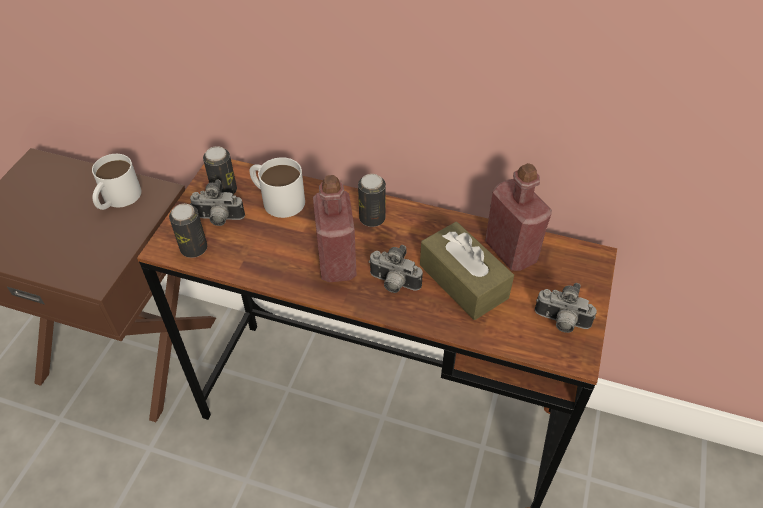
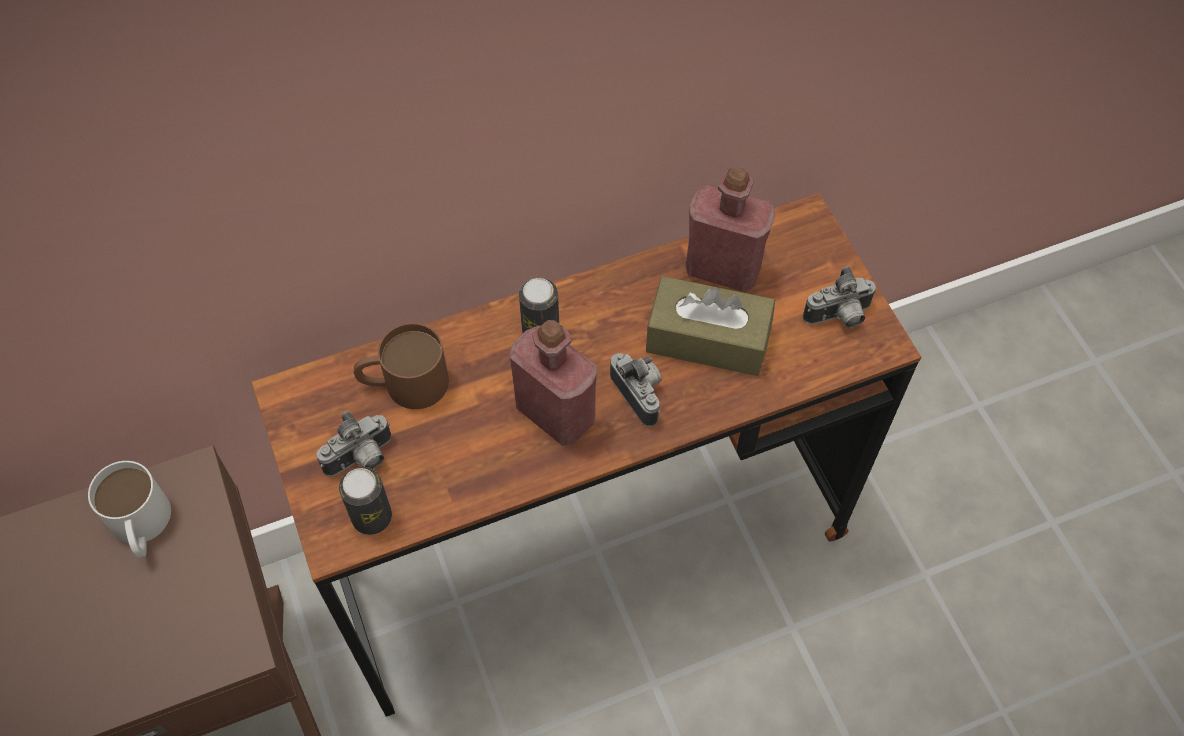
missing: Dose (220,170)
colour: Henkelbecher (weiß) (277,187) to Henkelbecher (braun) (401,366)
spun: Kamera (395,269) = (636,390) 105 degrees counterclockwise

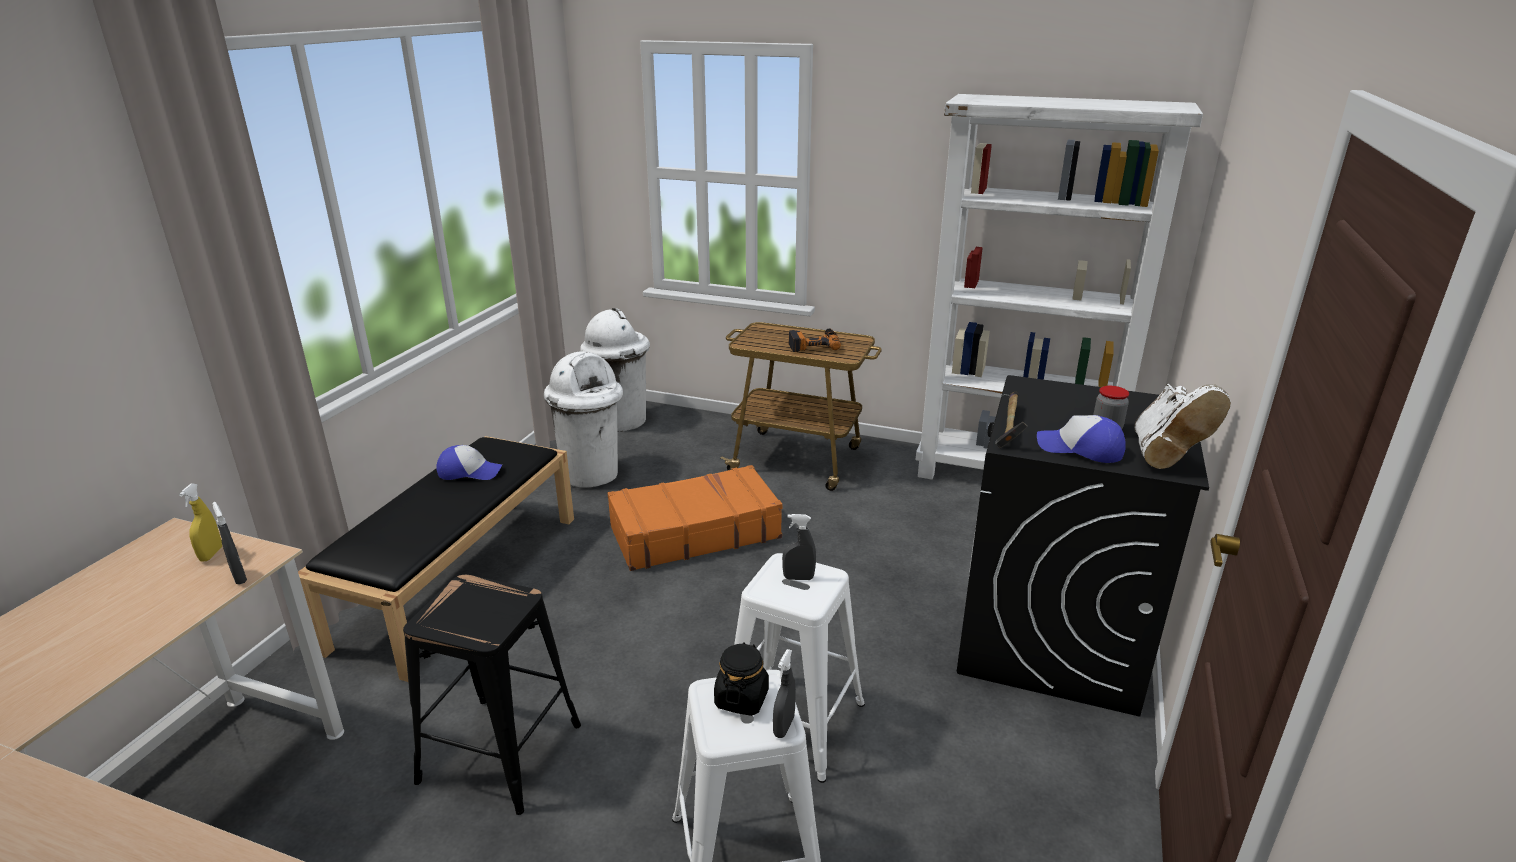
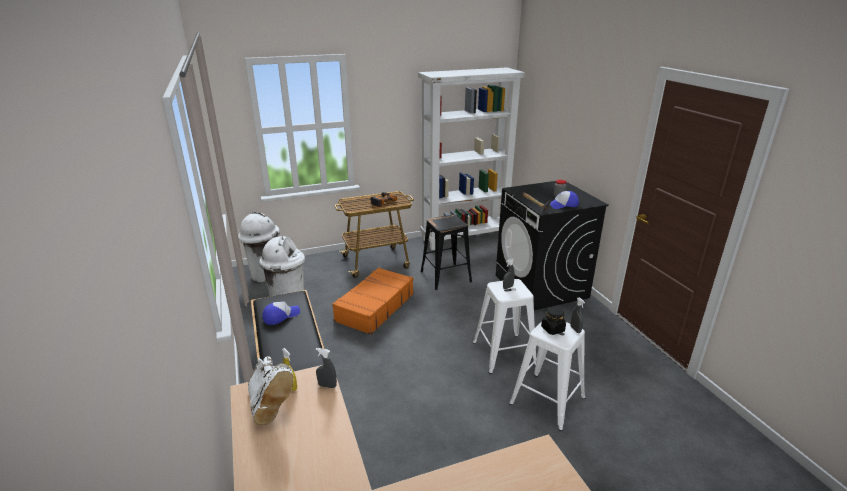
relocated: Hocker (schwarz) (492,695) to (446,252); Stiefel (weiß) (1182,426) to (271,390)

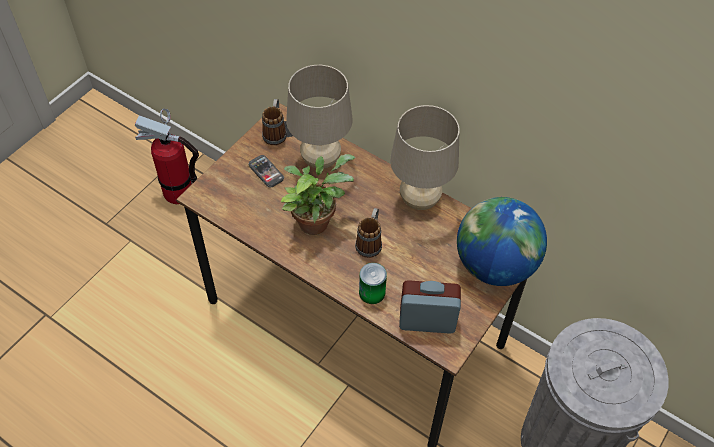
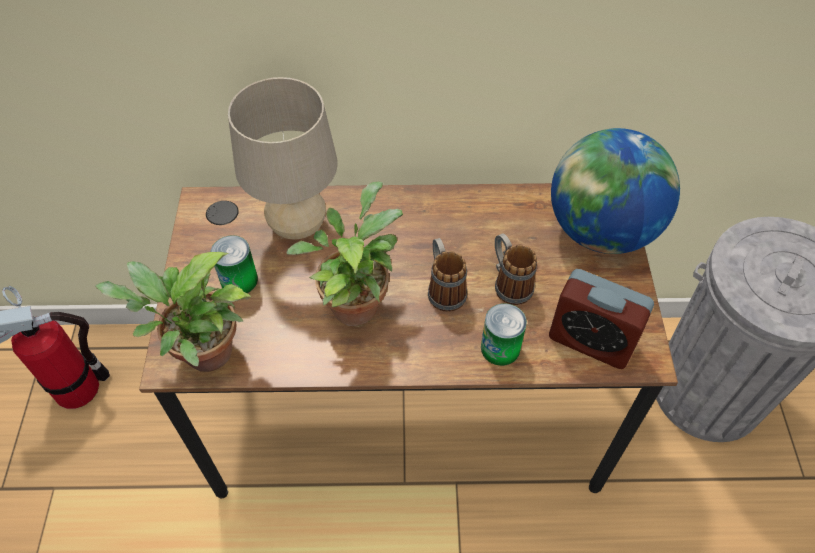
missing: Tischlampe (beige) (425,157)
appeared: Topfpflanze (173,312)
relocated: Henkelbecher (274,122) to (516,269)
exchanged: Handy (266,171) to Dose (234,264)
spun: Wecker (430,307) = (601,319) 120 degrees counterclockwise

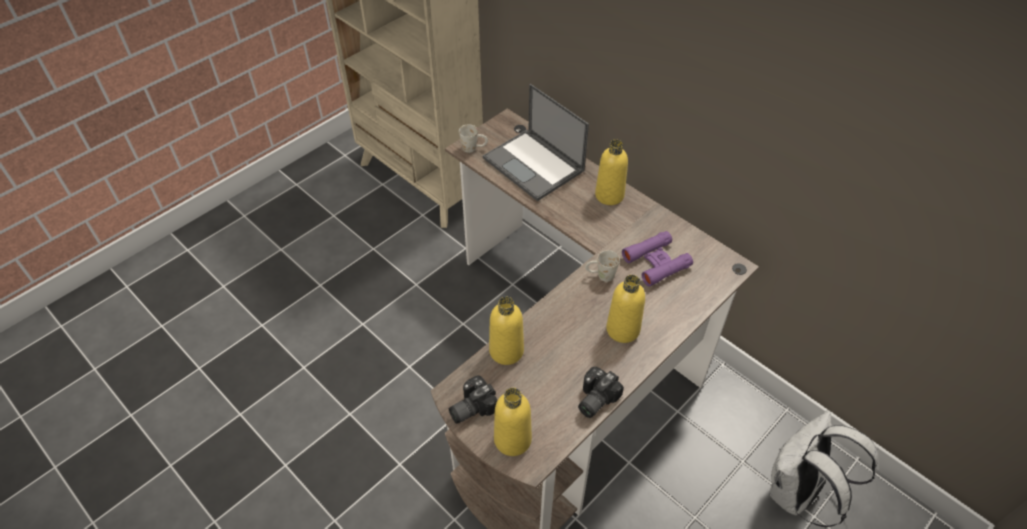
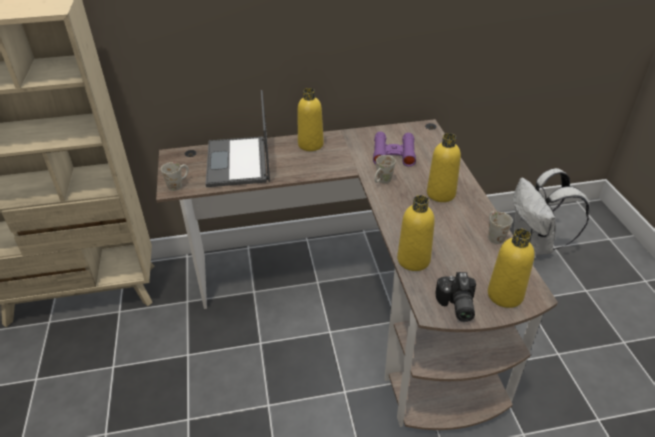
exchanged: Kamera (601,392) to Henkelbecher (weiß) (501,228)
spun: Laptop (536,142) = (238,138) 90 degrees clockwise

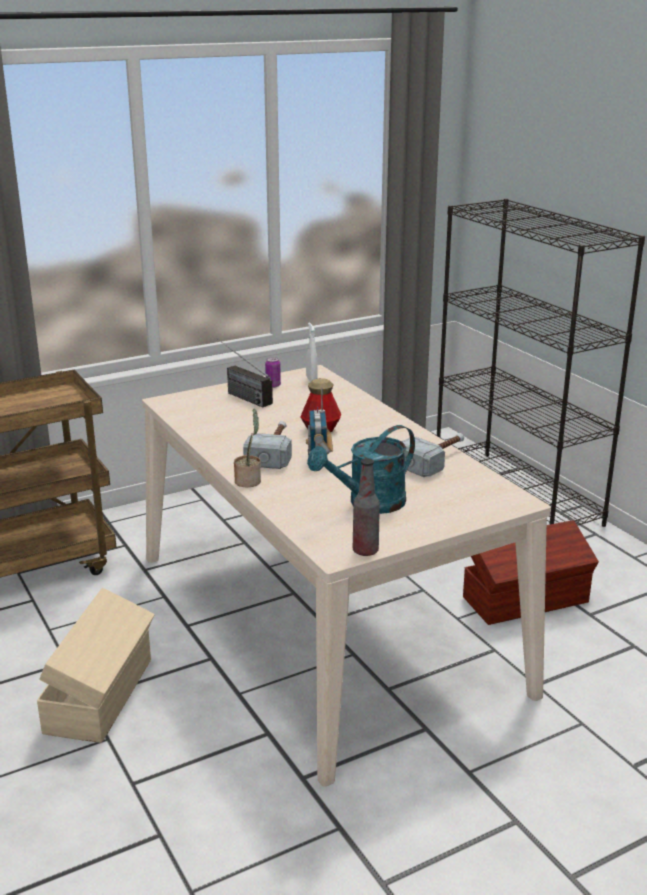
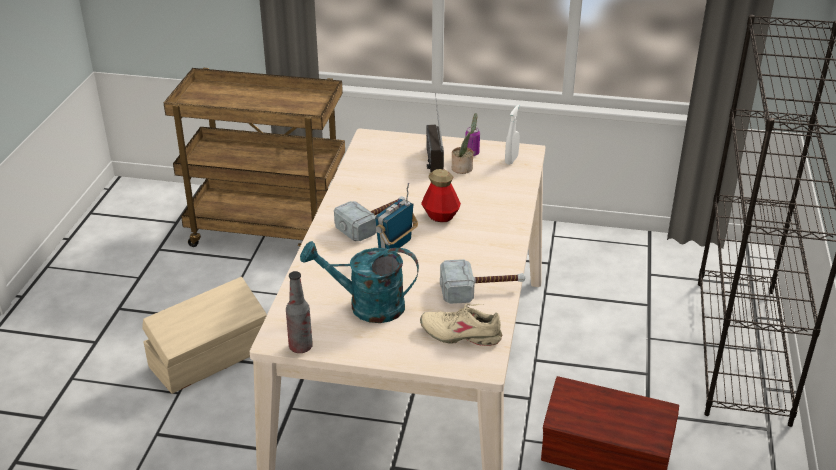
appeared: Schuh (beige) (461,325)
relocated: Topfpflanze (247,447) to (465,143)

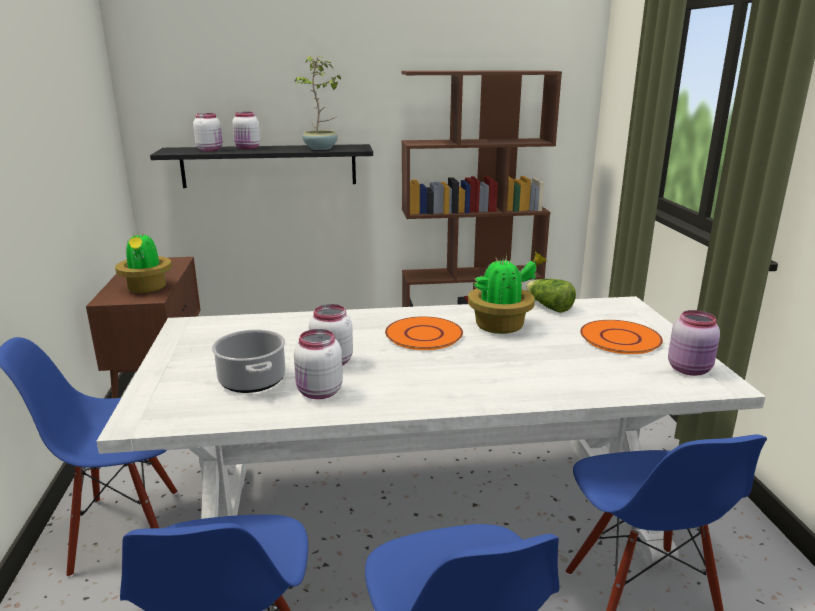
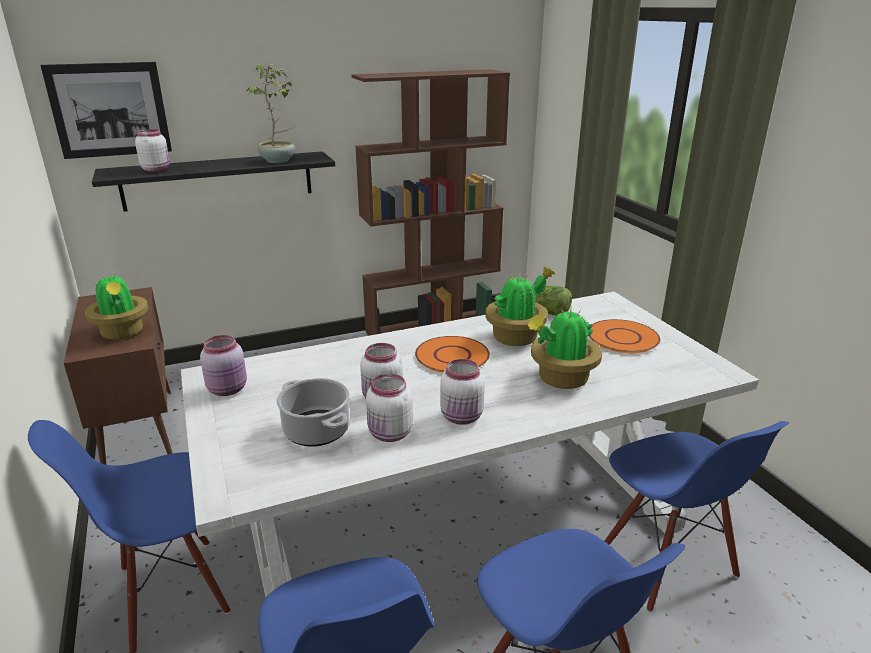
appeared: Bild (106,110); Topfpflanze (565,346)
relocated: Vorratsglas (weiß) (246,130) to (462,392); Vorratsglas (rosa) (694,343) to (223,365)

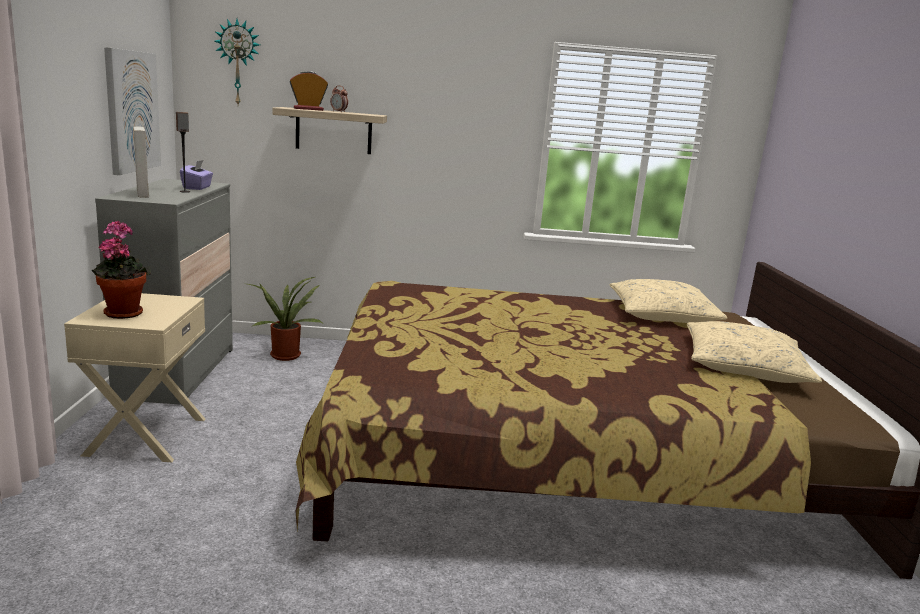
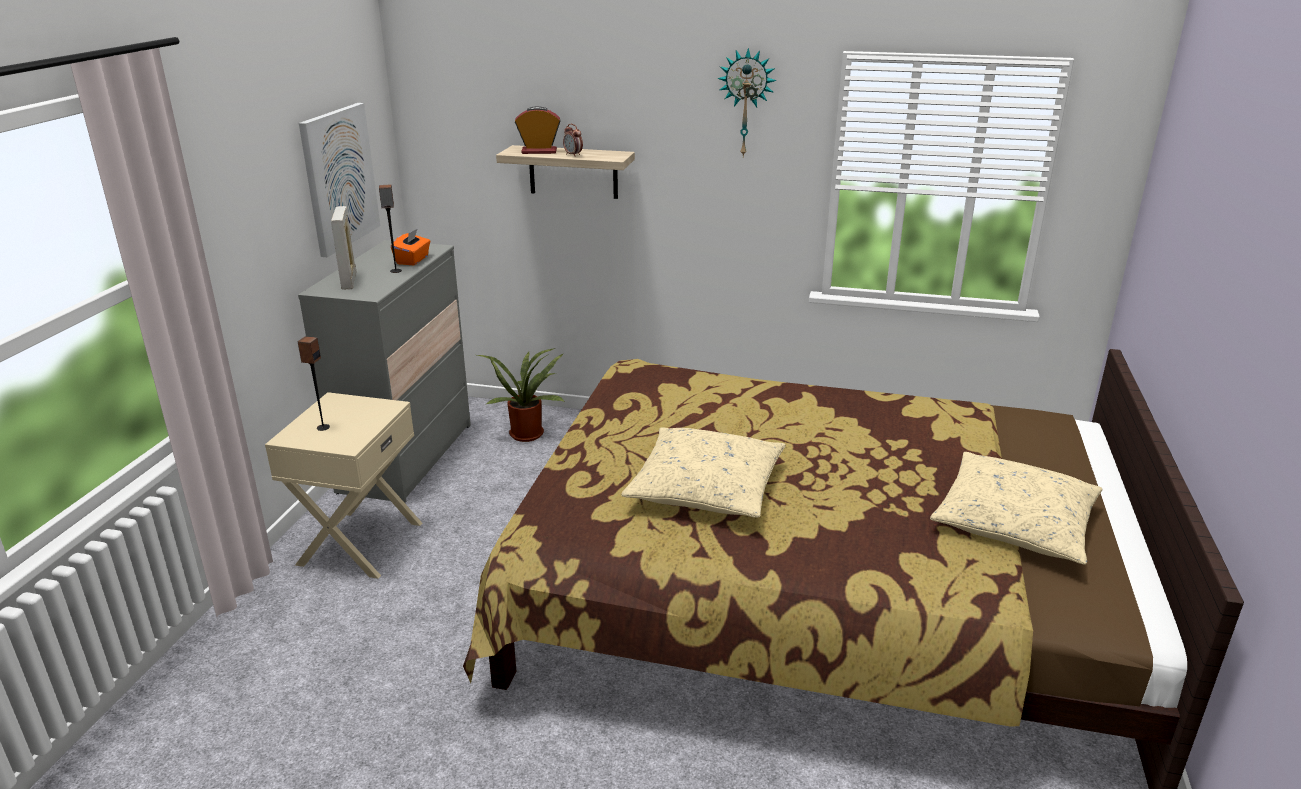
relocated: Wanduhr (237,62) to (747,103); Kissen (beige) (668,301) to (703,472)
exchanged: Topfpflanze (121,270) to Lautsprecher (313,383)
colour: Taschentuchbox (lila) (196,175) to Taschentuchbox (orange) (410,246)

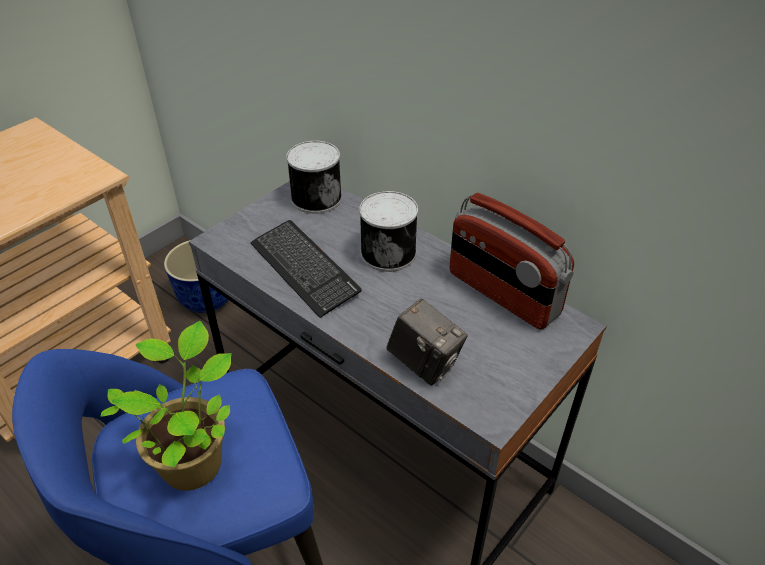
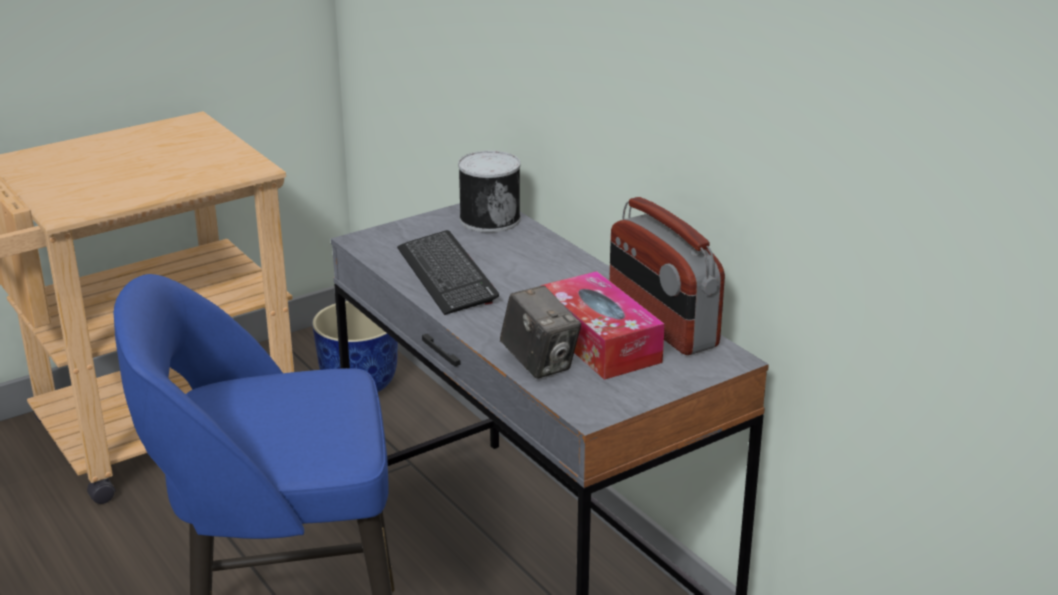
missing: Topfpflanze (166,406); Dose (388,231)
appeared: Taschentuchbox (603,325)

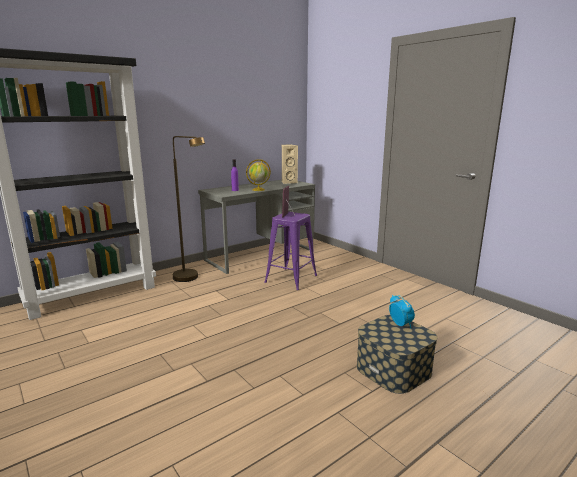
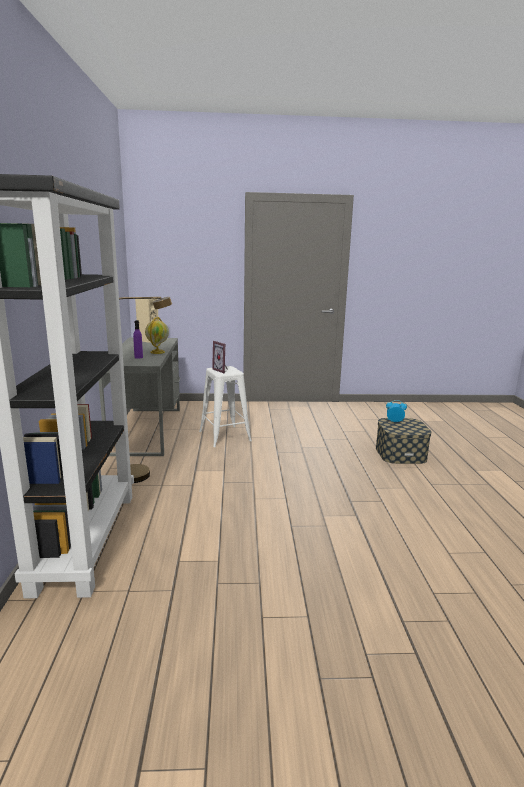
colour: Hocker (lila) (290,251) to Hocker (weiß) (225,406)

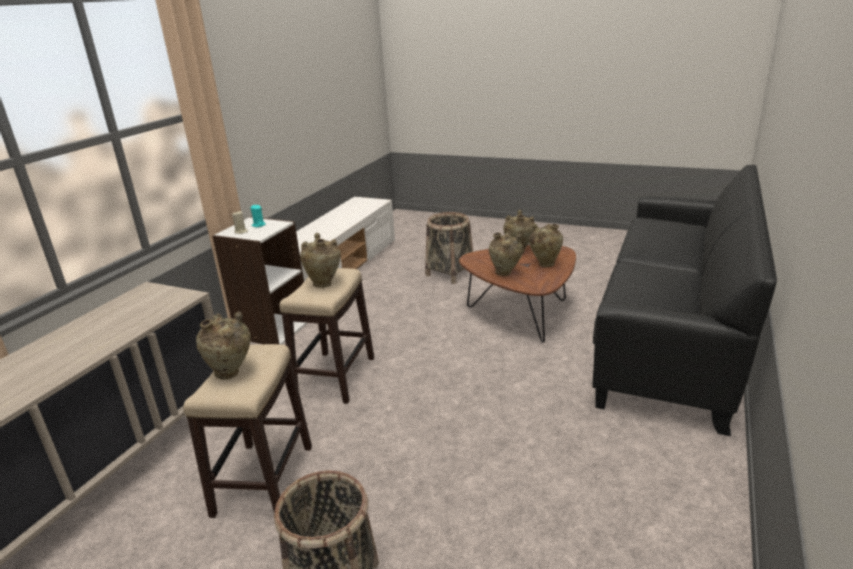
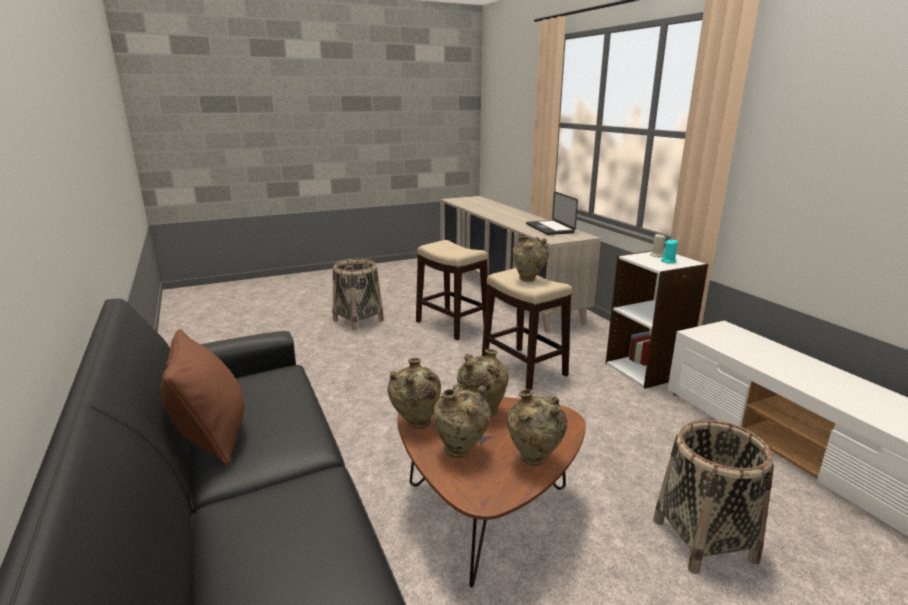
appeared: Kissen (braun) (202,397); Laptop (552,213)
relocated: Vase (beige) (223,345) to (414,393)

